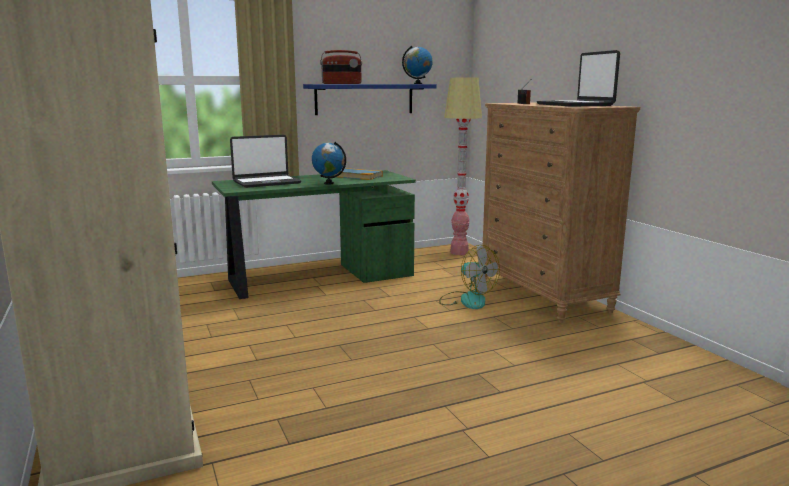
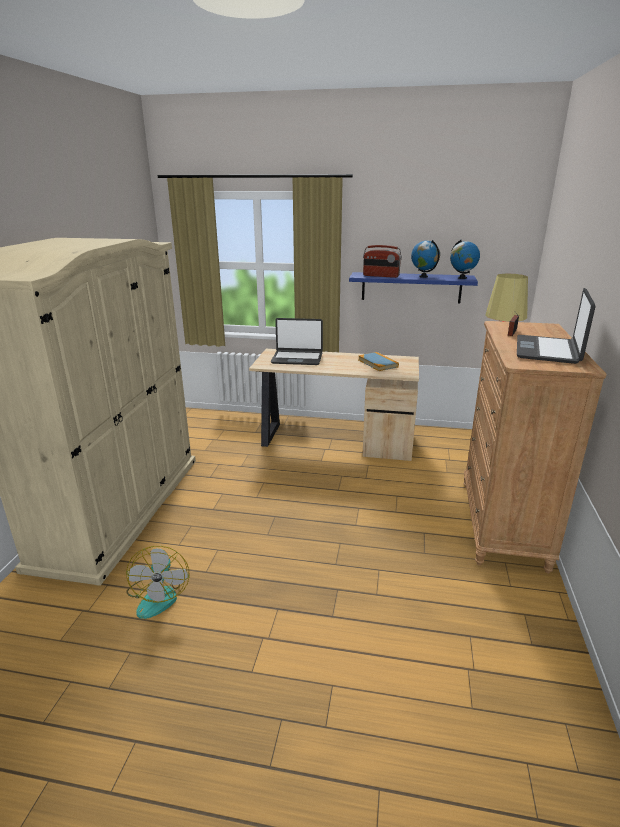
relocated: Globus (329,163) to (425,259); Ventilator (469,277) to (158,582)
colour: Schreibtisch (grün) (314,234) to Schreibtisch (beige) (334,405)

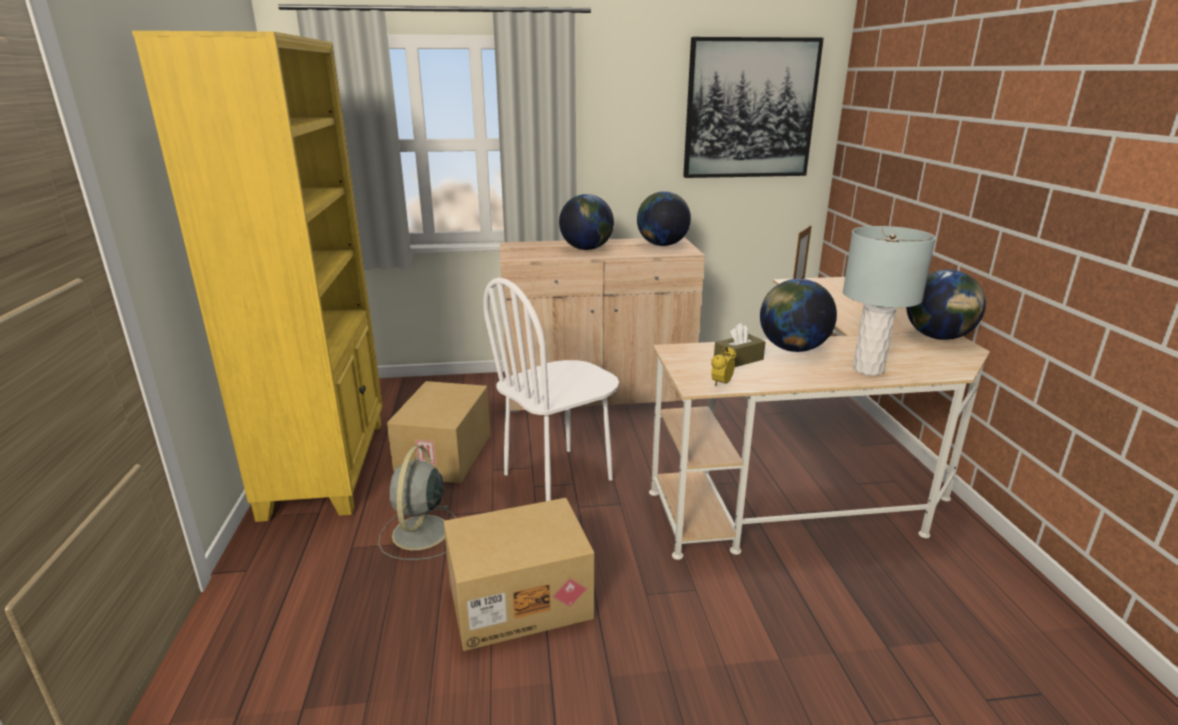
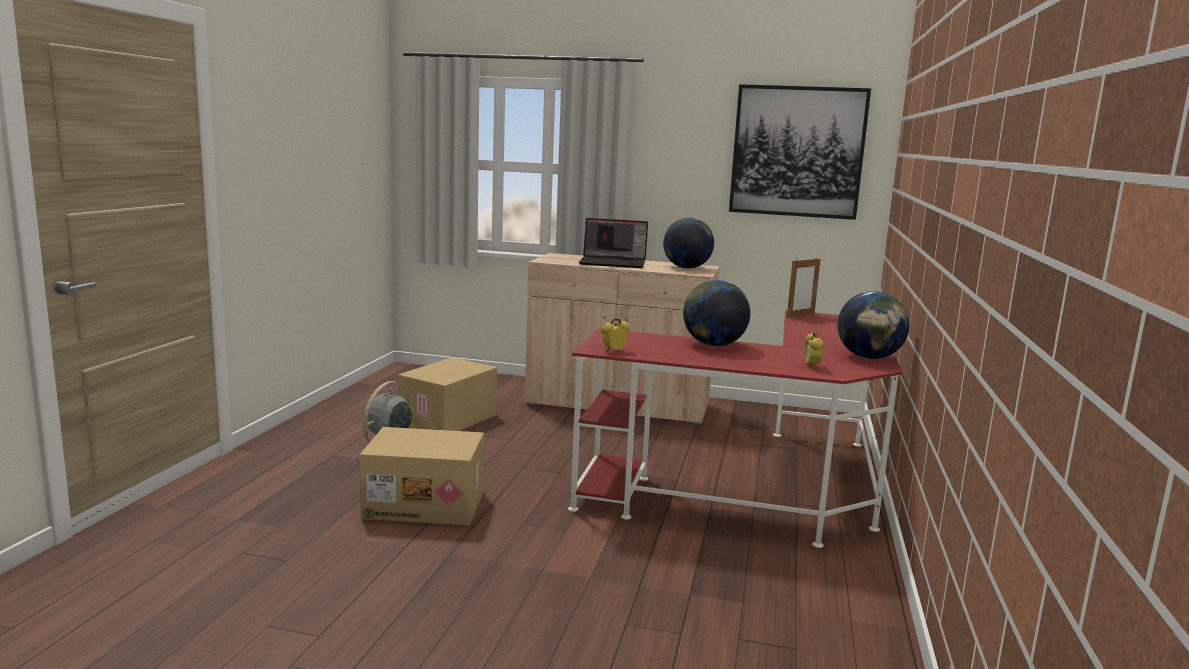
missing: Bücherregal (gelb) (257,276); Stuhl (weiß) (551,389); Taschentuchbox (braun) (740,345); Tischlampe (grau) (889,301)
appeared: Wecker (814,350)
exchanged: Globus (586,222) to Laptop (613,243)
colour: Schreibtisch (beige) (819,418) to Schreibtisch (rot) (735,429)

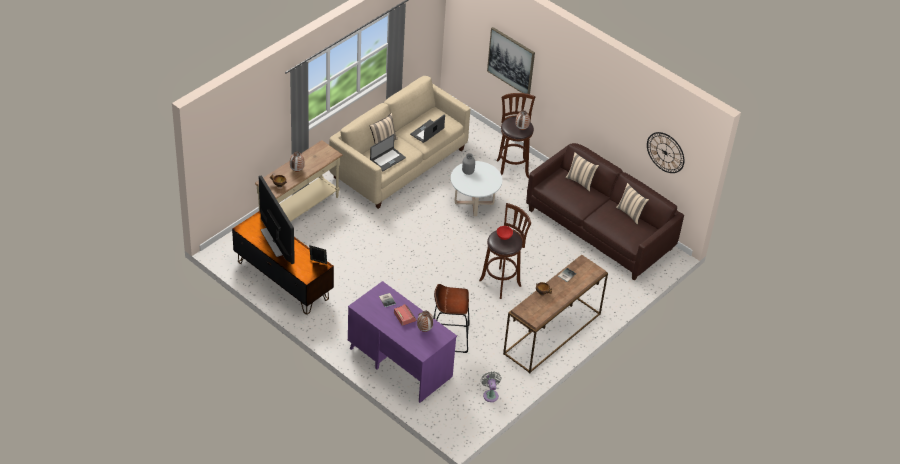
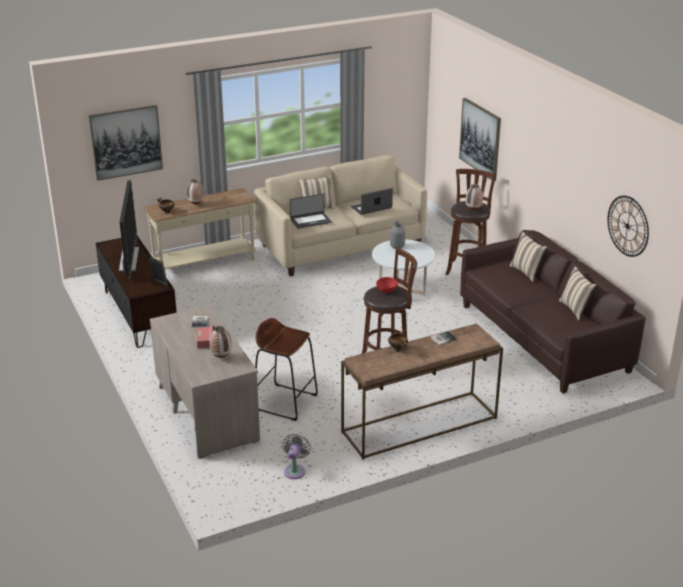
appeared: Bild (125,143)
colour: Schreibtisch (lila) (402,342) to Schreibtisch (beige) (205,381)

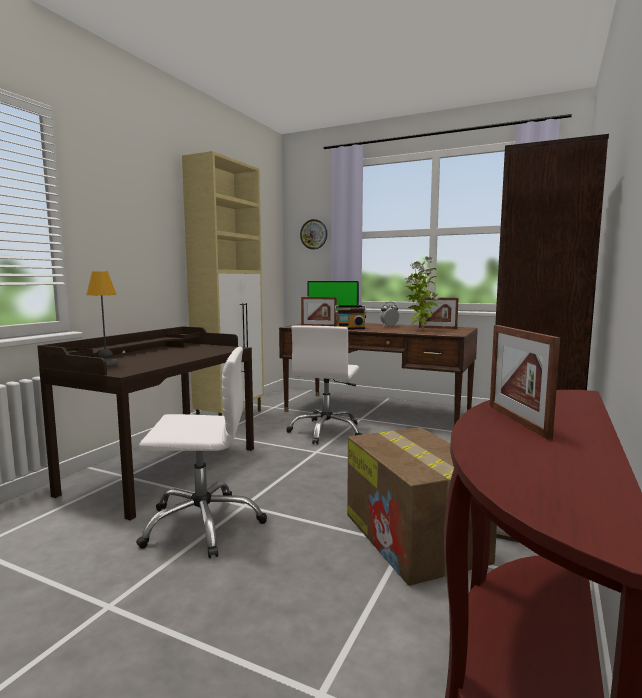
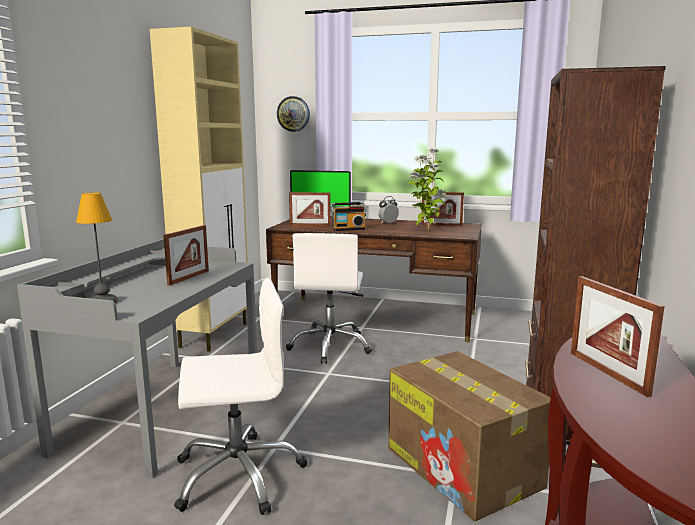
appeared: Bilderrahmen (186,255)
colour: Schreibtisch (braun) (145,423) to Schreibtisch (grau) (137,359)

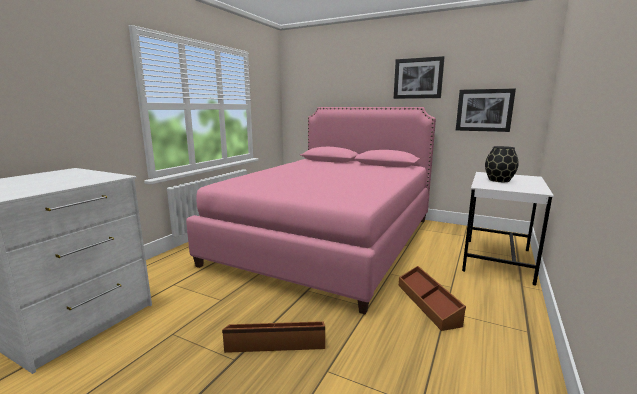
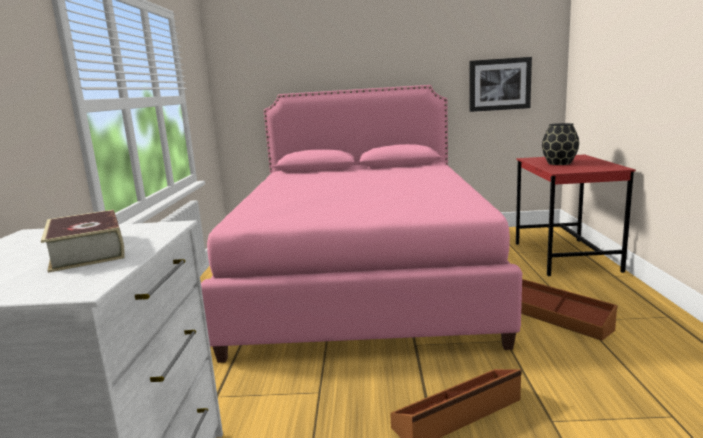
missing: Bild (419,77)
appeared: Buch (83,241)
colour: Schreibtisch (weiß) (508,229) to Schreibtisch (rot) (576,215)

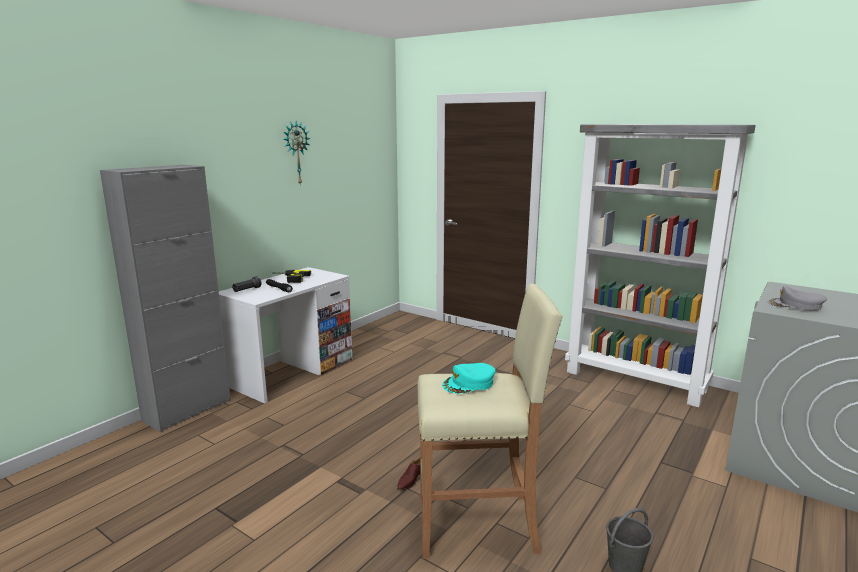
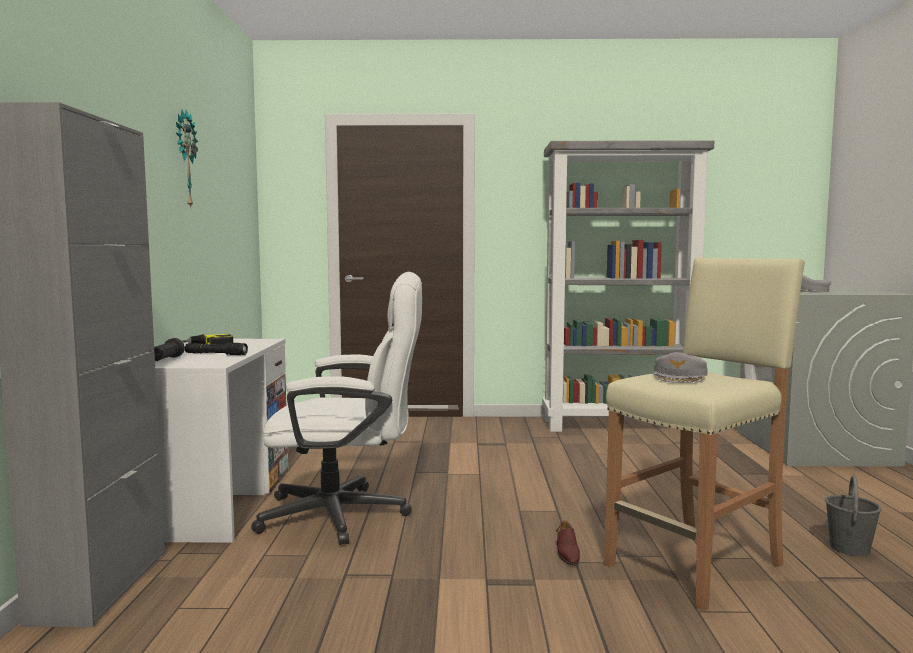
appeared: Bürostuhl (weiß) (336,408)
colour: Kappe (türkis) (469,378) to Kappe (grau) (681,367)

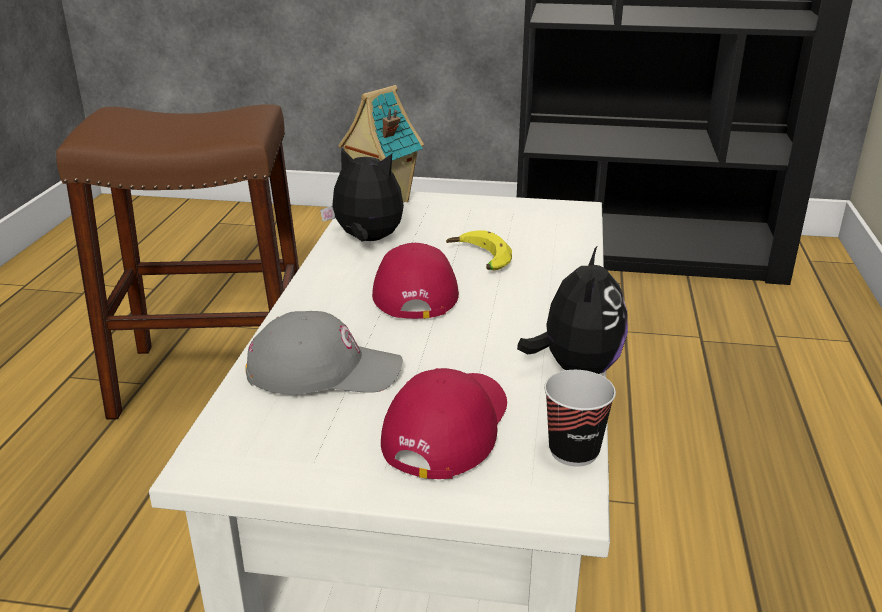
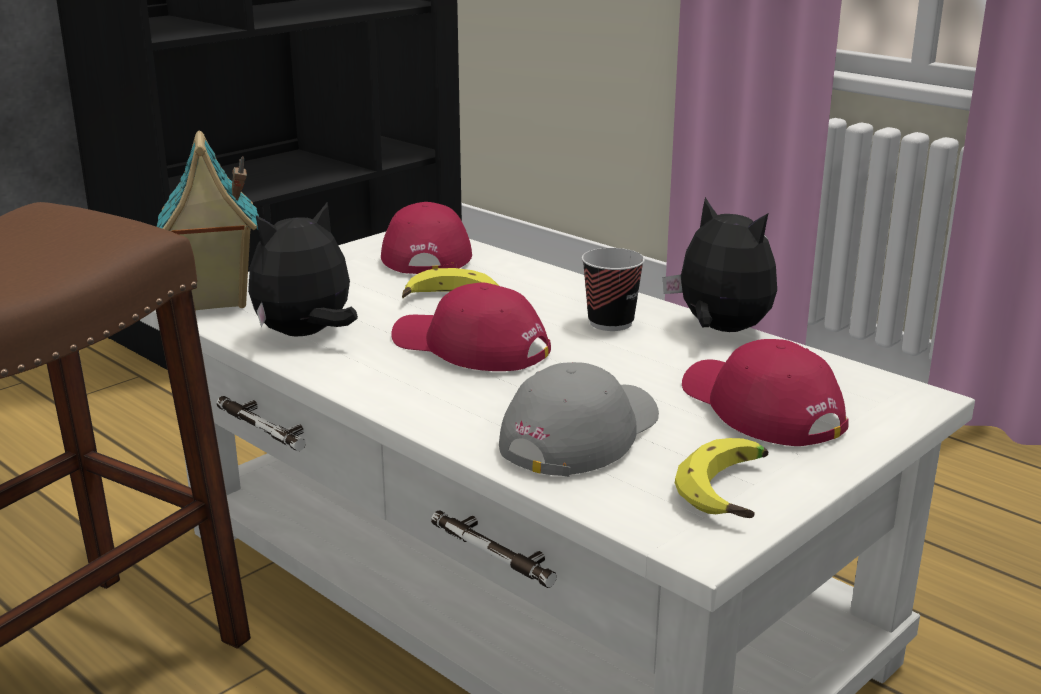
appeared: Kappe (rot) (426,238); Banane (721,478)
relocated: Tasse (580,418) to (613,289)

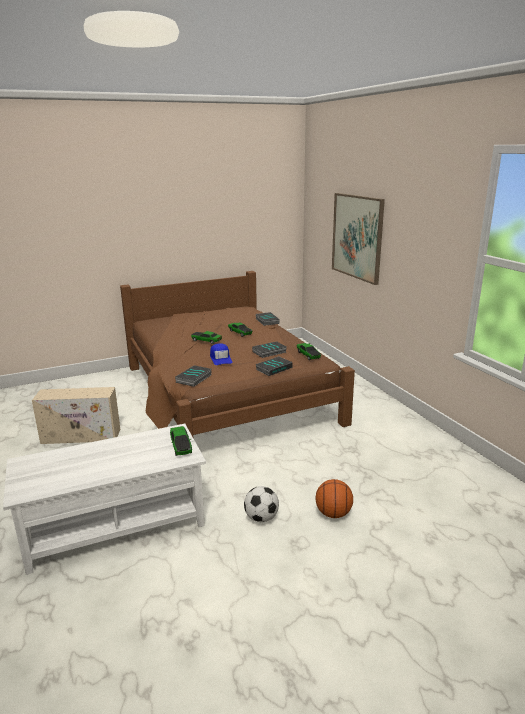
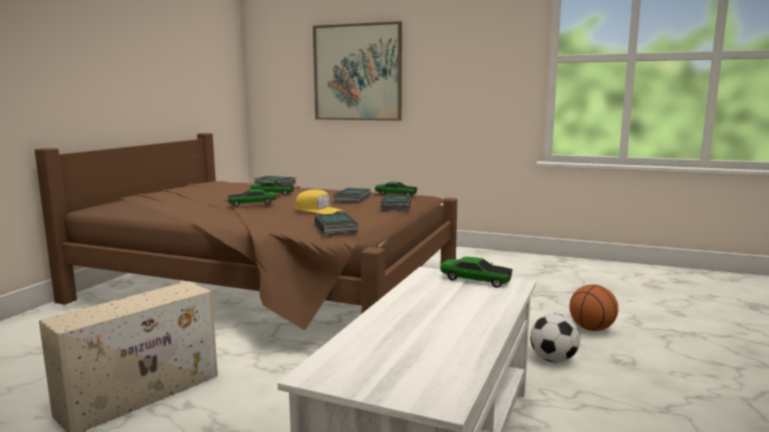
colour: Kappe (blau) (221,354) to Kappe (gelb) (319,201)

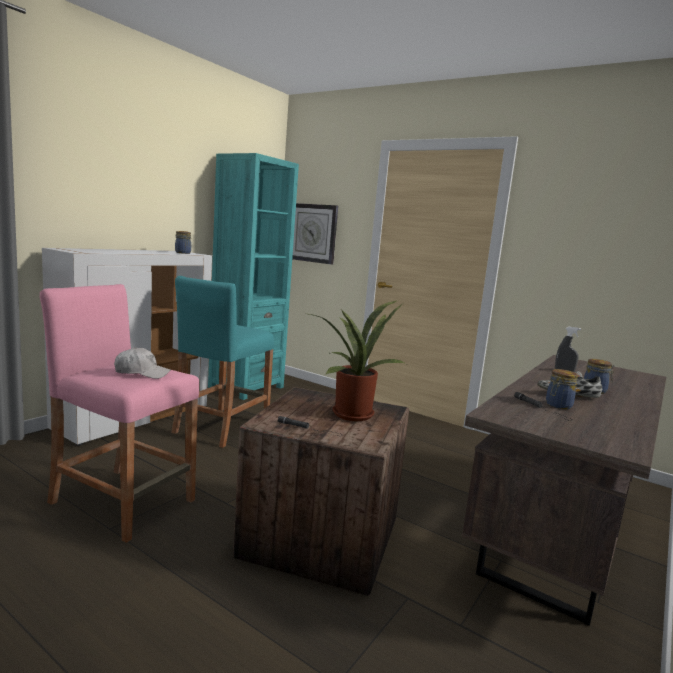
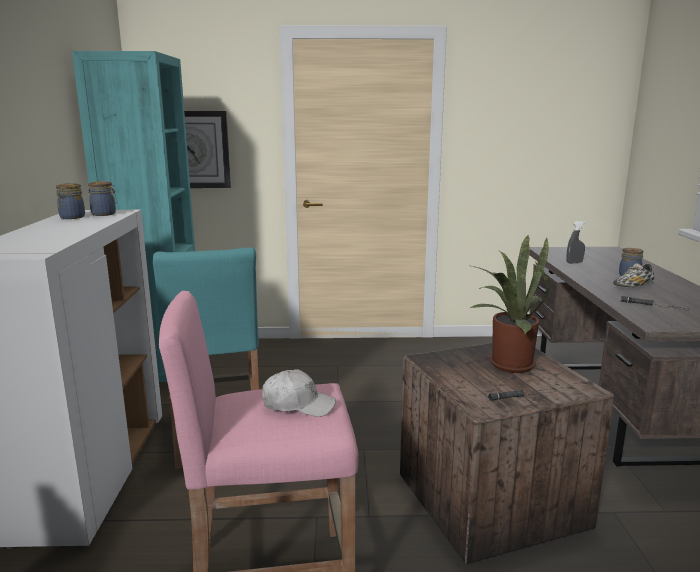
relocated: Vorratsglas (562,389) to (70,201)
spun: Kappe (weiß) (142,363) = (299,393) 45 degrees clockwise

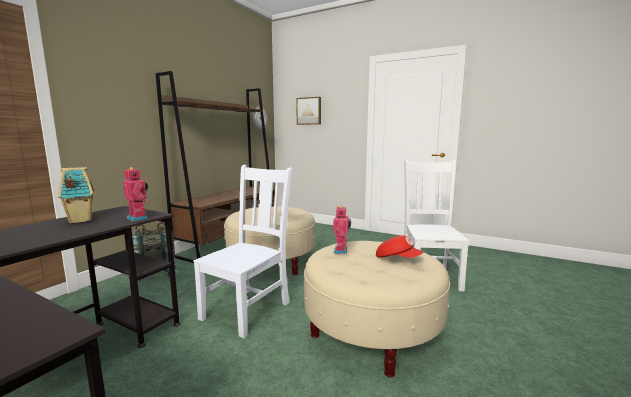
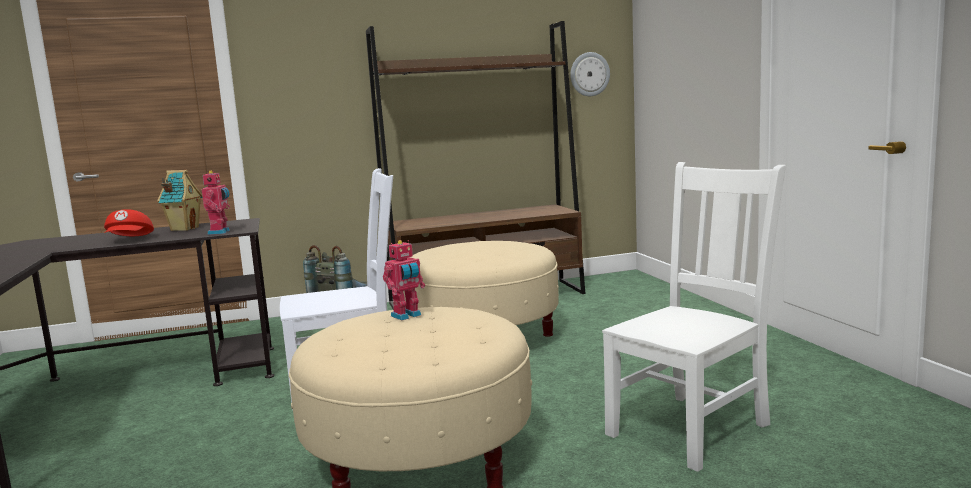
missing: Bild (308,111)
relocated: Kappe (rot) (399,246) to (129,222)

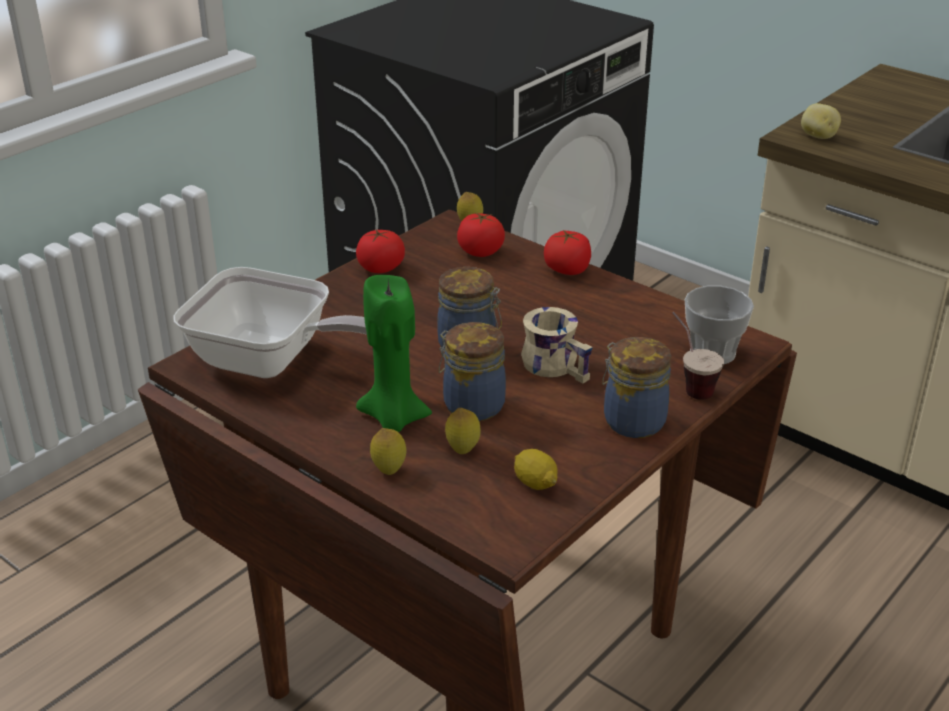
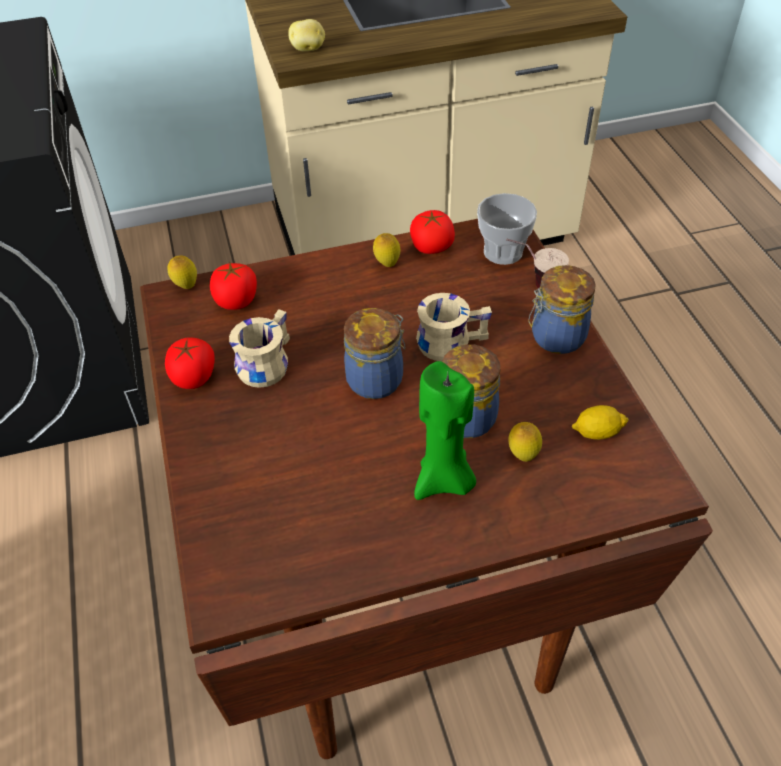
missing: Pfanne (270,322)
appeared: Henkelbecher (beige) (259,348)
relocated: Zitrone (388,451) to (386,250); Tomate (567,252) to (432,232)

